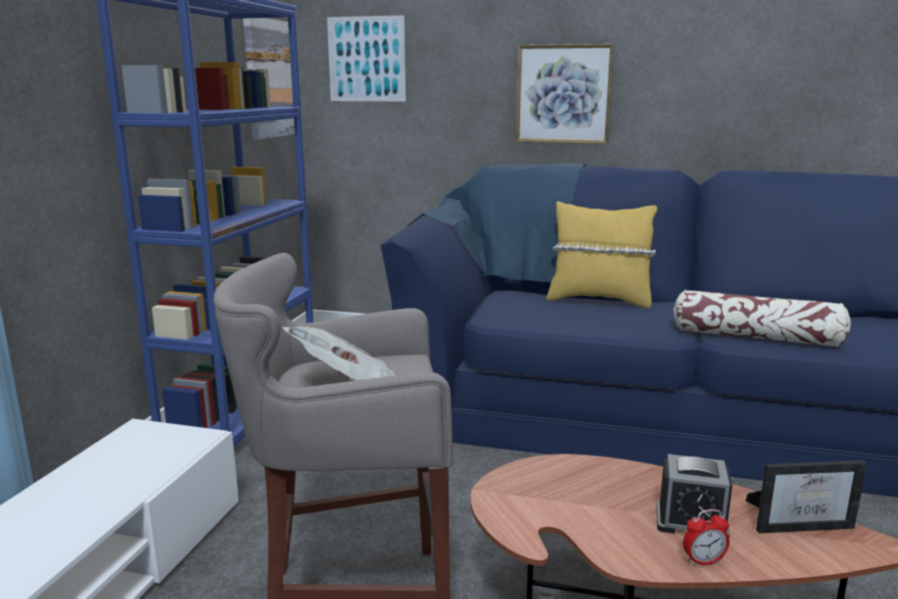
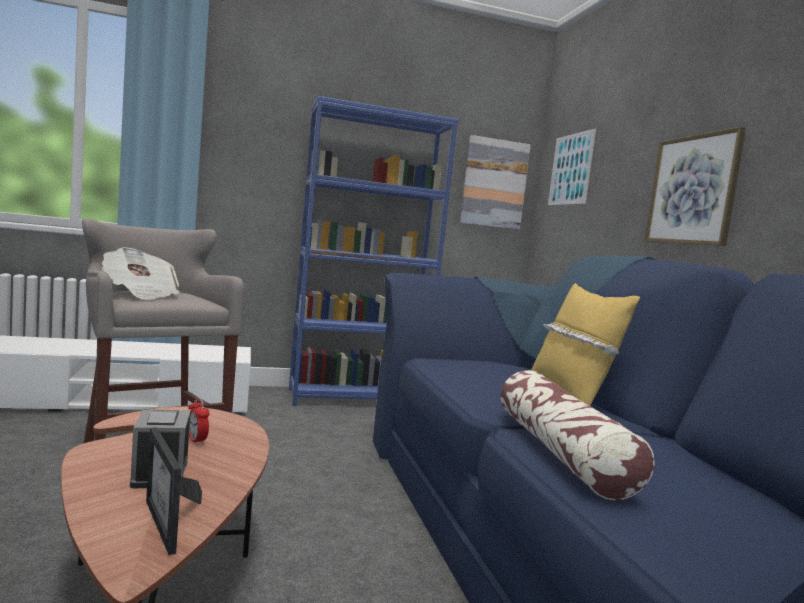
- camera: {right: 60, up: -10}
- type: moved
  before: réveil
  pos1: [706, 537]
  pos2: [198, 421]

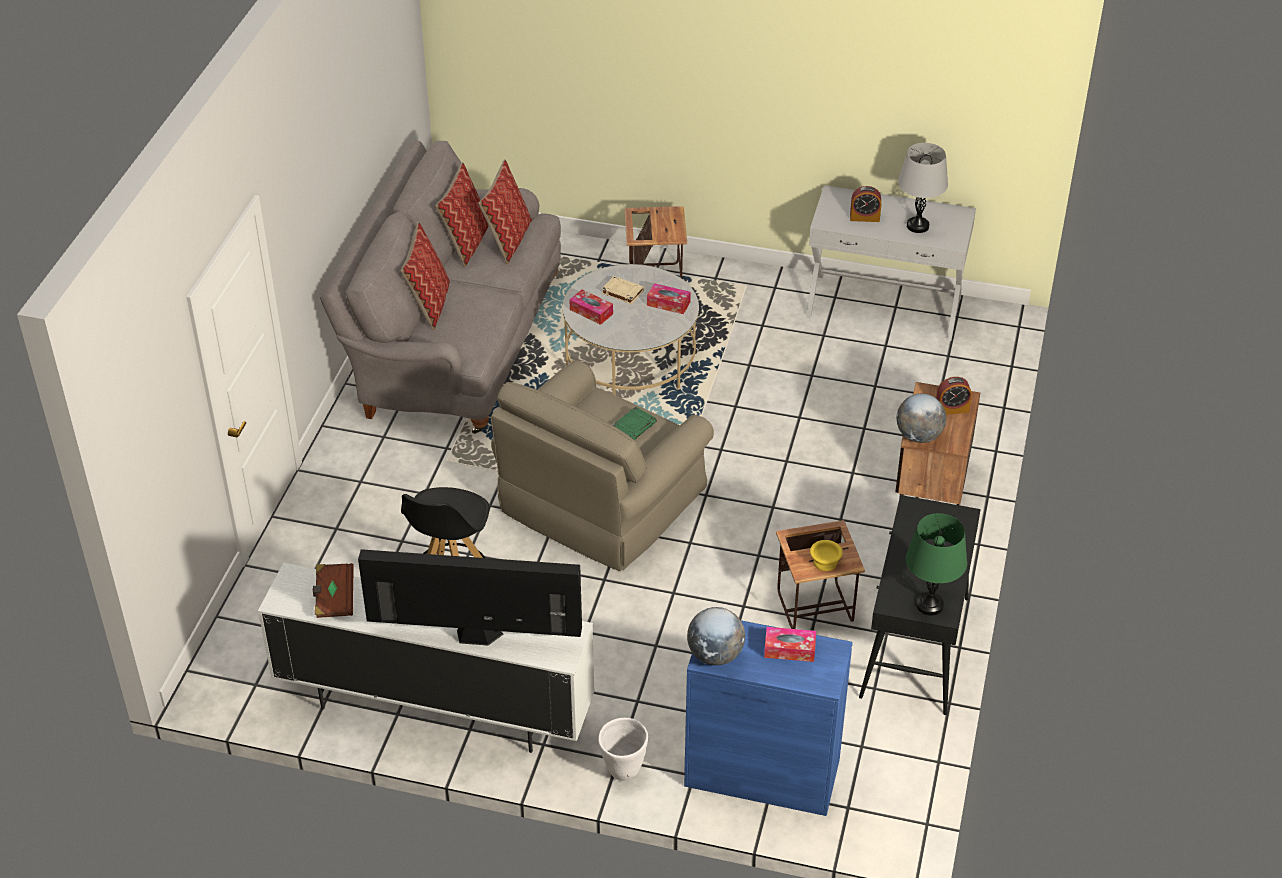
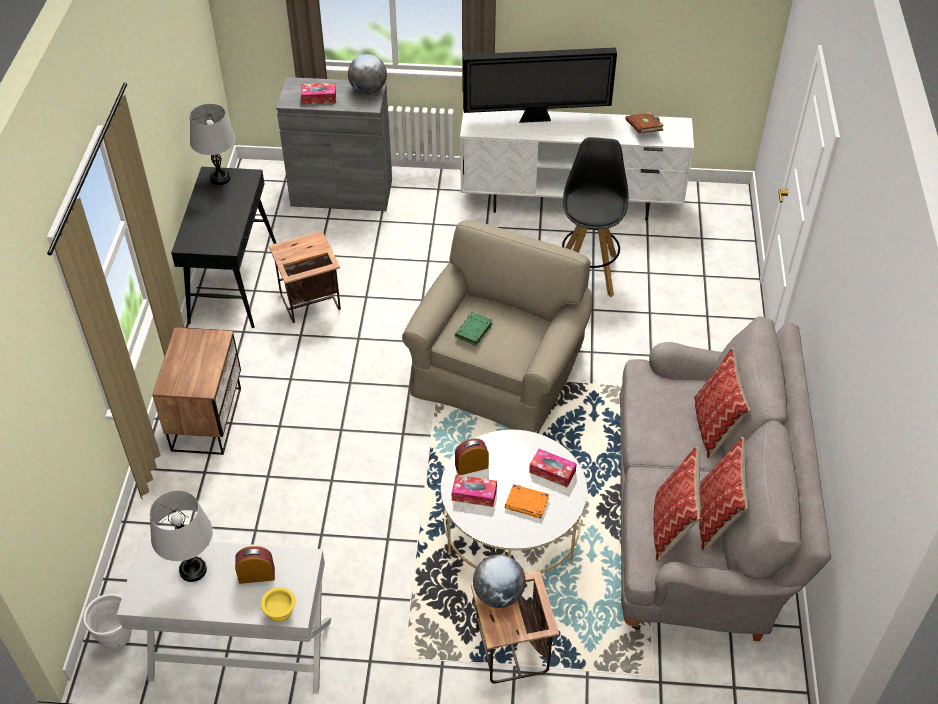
- camera: {right: 170, up: 5}
- type: moved
  before: cache-pot (blanc)
  pos1: [623, 749]
  pos2: [107, 622]
- type: recoloured
  before: lampe de table (vert)
  after: lampe de table (gris)
  pos1: [936, 564]
  pos2: [213, 144]
- type: moved
  before: bol (jaune)
  pos1: [826, 555]
  pos2: [278, 604]
- type: recoloured
  before: meuble de rangement (bleu)
  after: meuble de rangement (gris)
  pos1: [768, 718]
  pos2: [334, 144]
- type: moved
  before: réveil
  pos1: [954, 396]
  pos2: [472, 456]
- type: moved
  before: globe
  pos1: [921, 418]
  pos2: [499, 581]
- type: recoloured
  before: livre (beige)
  after: livre (orange)
  pos1: [623, 290]
  pos2: [527, 501]

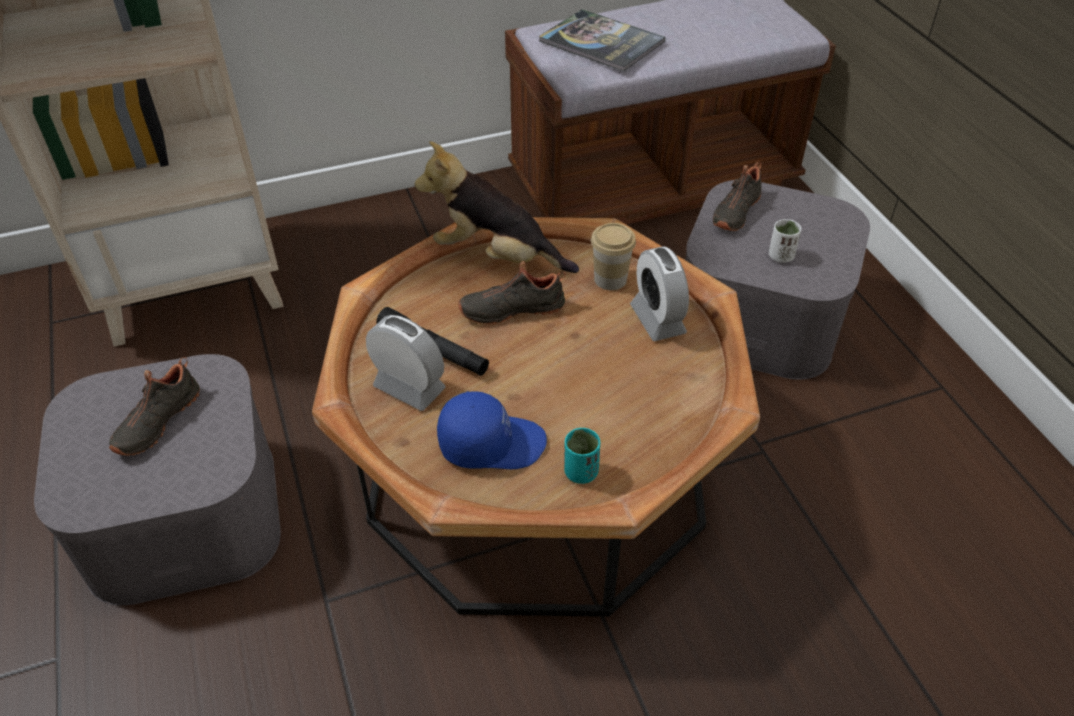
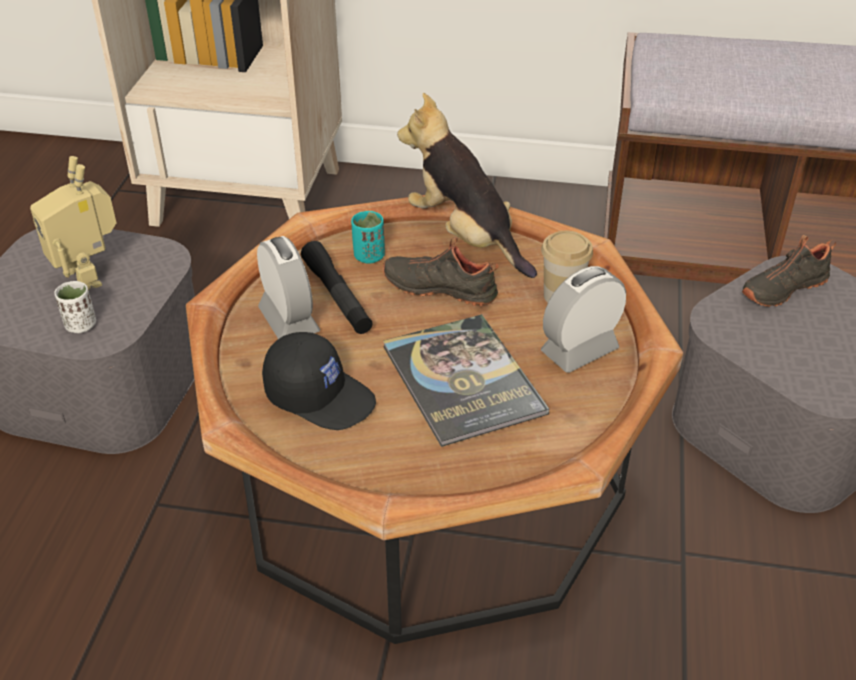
- camera: {right: 30, up: -5}
- type: replaced
  before: chaussure (noir)
  after: robot jouet
  pos1: [154, 406]
  pos2: [73, 223]
- type: moved
  before: tasse (blanc)
  pos1: [785, 241]
  pos2: [75, 307]
- type: recoloured
  before: casquette (bleu)
  after: casquette (noir)
  pos1: [492, 430]
  pos2: [319, 381]
- type: moved
  before: tasse (turquoise)
  pos1: [582, 456]
  pos2: [368, 237]
- type: moved
  before: livre
  pos1: [602, 40]
  pos2: [466, 380]
- type: turned
  before: réveil
  pos1: [659, 293]
  pos2: [583, 319]
  turn: 45

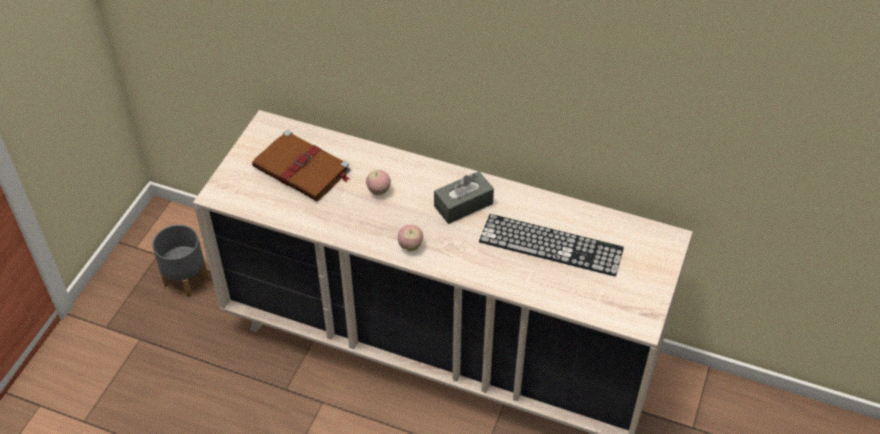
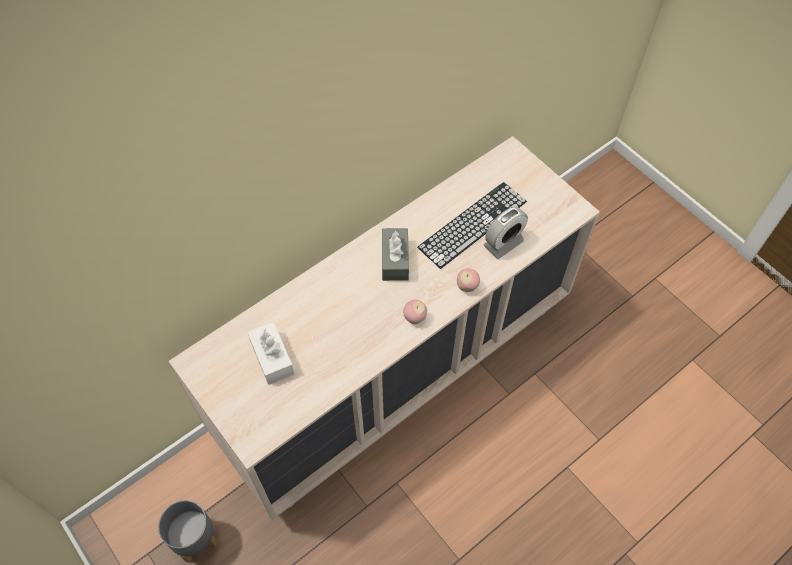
- camera: {right: -60, up: 10}
- type: replaced
  before: livre (marron)
  after: boîte à mouchoirs (blanc)
  pos1: [301, 165]
  pos2: [271, 353]
- type: moved
  before: pomme
  pos1: [378, 182]
  pos2: [468, 280]
- type: added
  after: réveil
  pos2: [506, 233]

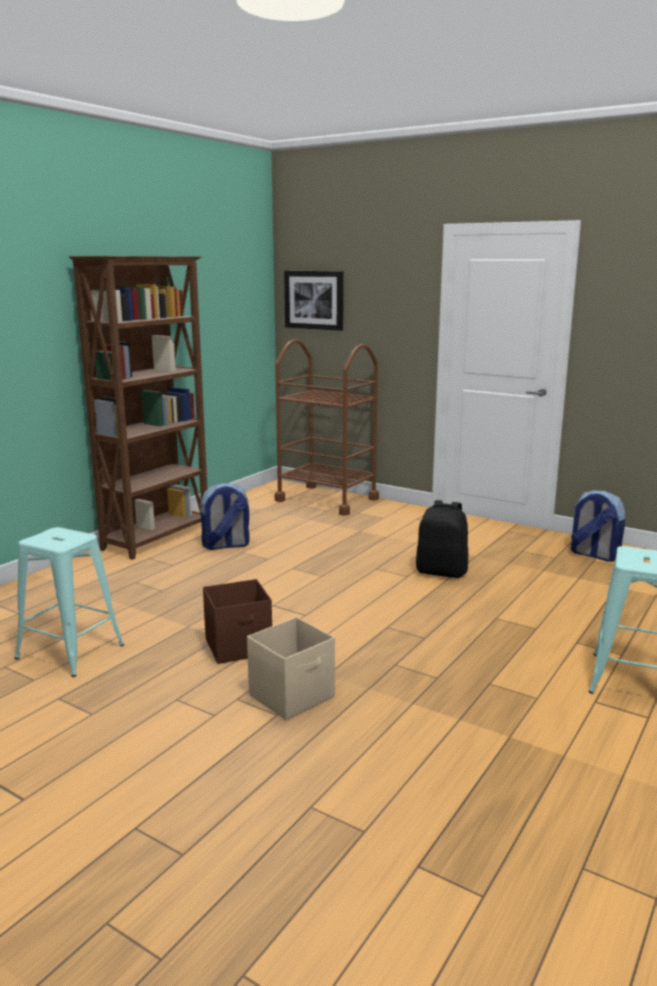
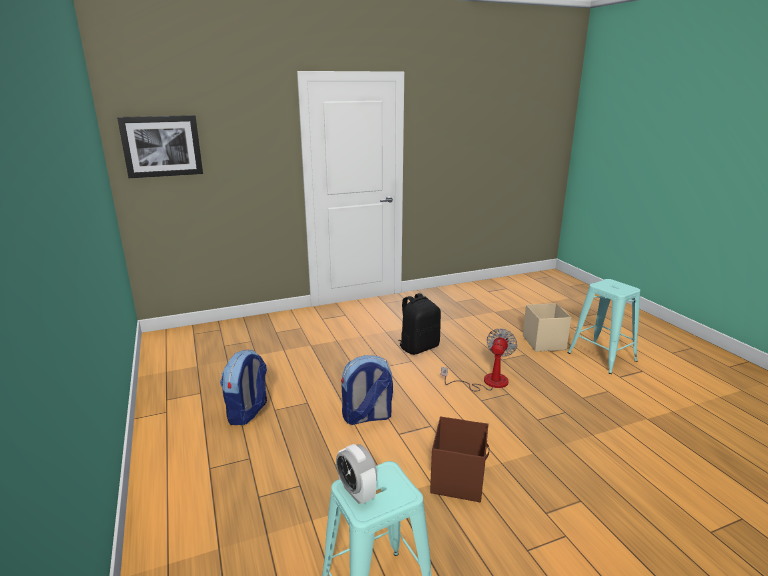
- camera: {right: -55, up: 5}
- type: added
  after: réveil
  pos2: [356, 474]
- type: moved
  before: sac à dos
  pos1: [597, 526]
  pos2: [367, 390]
- type: added
  after: ventilateur
  pos2: [479, 359]
- type: moved
  before: boîte de rangement (beige)
  pos1: [291, 668]
  pos2: [547, 327]
- type: removed
  before: bibliothèque (marron)
  pos1: [138, 408]
- type: removed
  before: chariot (marron)
  pos1: [327, 427]

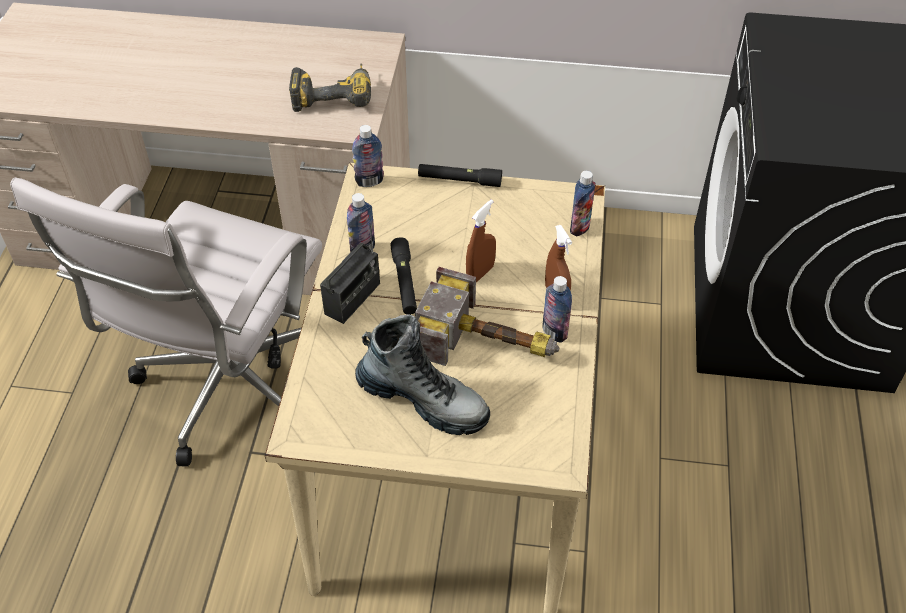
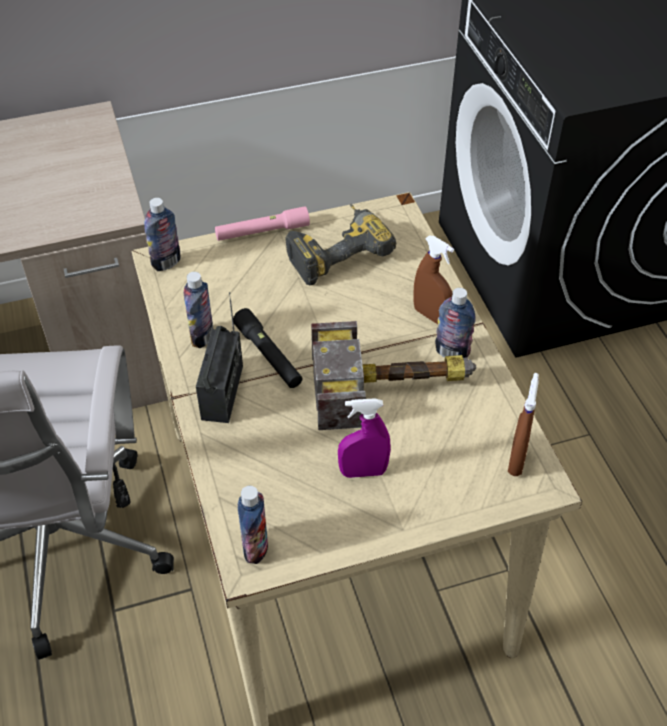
- camera: {right: -25, up: 0}
- type: recoloured
  before: lampe de poche (noir)
  after: lampe de poche (rose)
  pos1: [460, 175]
  pos2: [262, 223]
- type: moved
  before: bouteille
  pos1: [583, 203]
  pos2: [253, 525]
- type: moved
  before: perceuse
  pos1: [330, 87]
  pos2: [340, 244]
- type: replaced
  before: botte
  after: vaporisateur (violet)
  pos1: [422, 374]
  pos2: [364, 438]
- type: moved
  before: vaporisateur (marron)
  pos1: [481, 240]
  pos2: [523, 424]

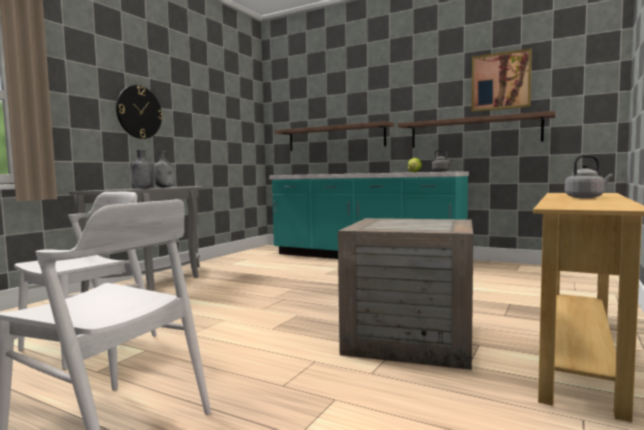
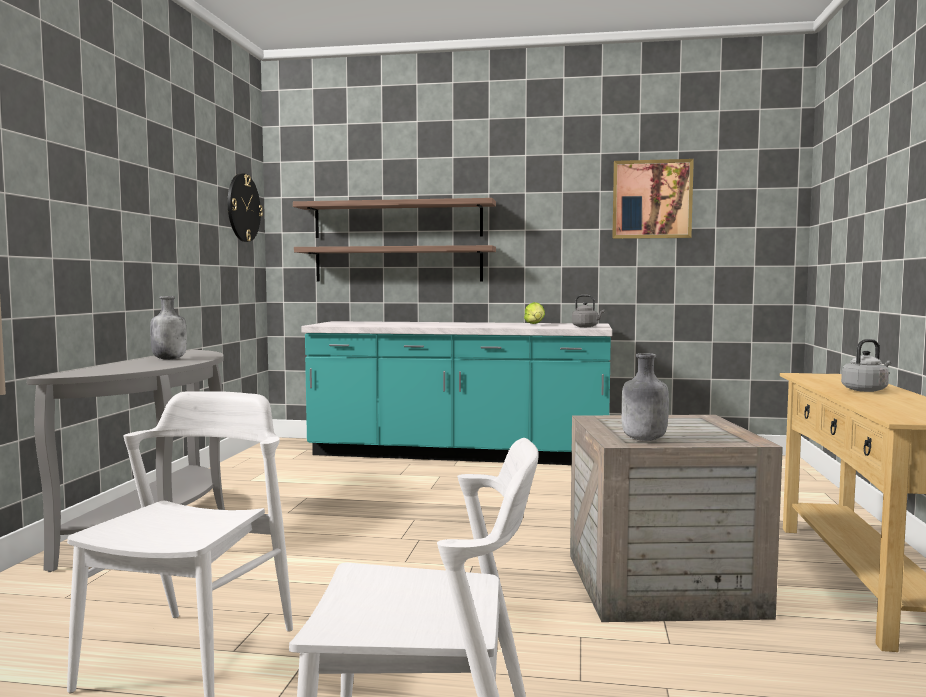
- camera: {right: -20, up: 0}
- type: moved
  before: horloge murale
  pos1: [139, 112]
  pos2: [245, 207]
- type: moved
  before: étagère
  pos1: [477, 129]
  pos2: [394, 218]
- type: moved
  before: bouteille (gris)
  pos1: [142, 169]
  pos2: [645, 397]

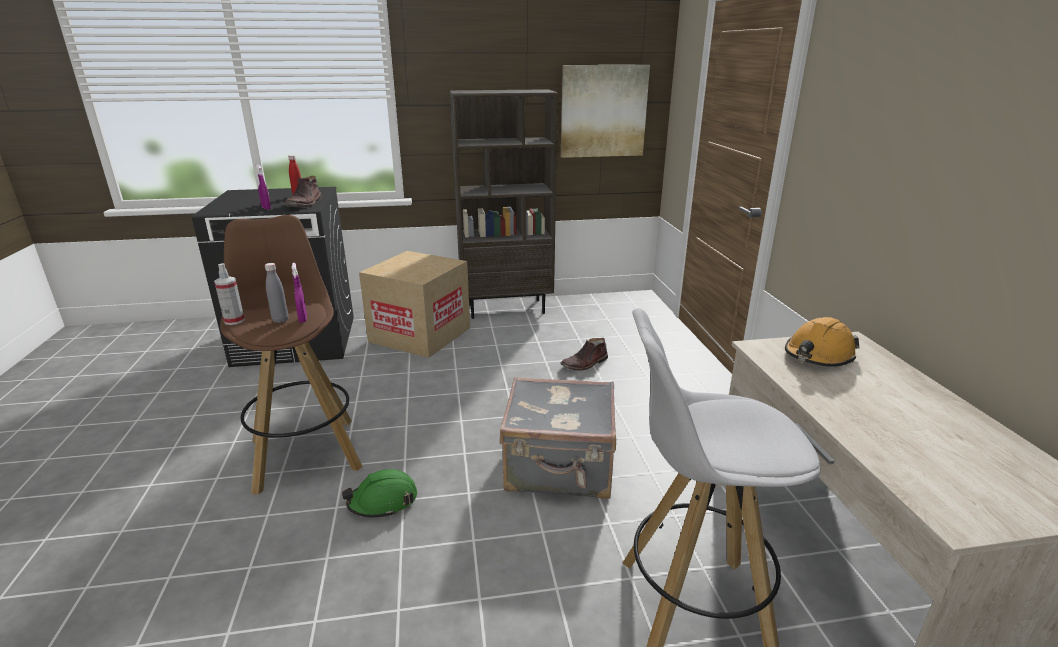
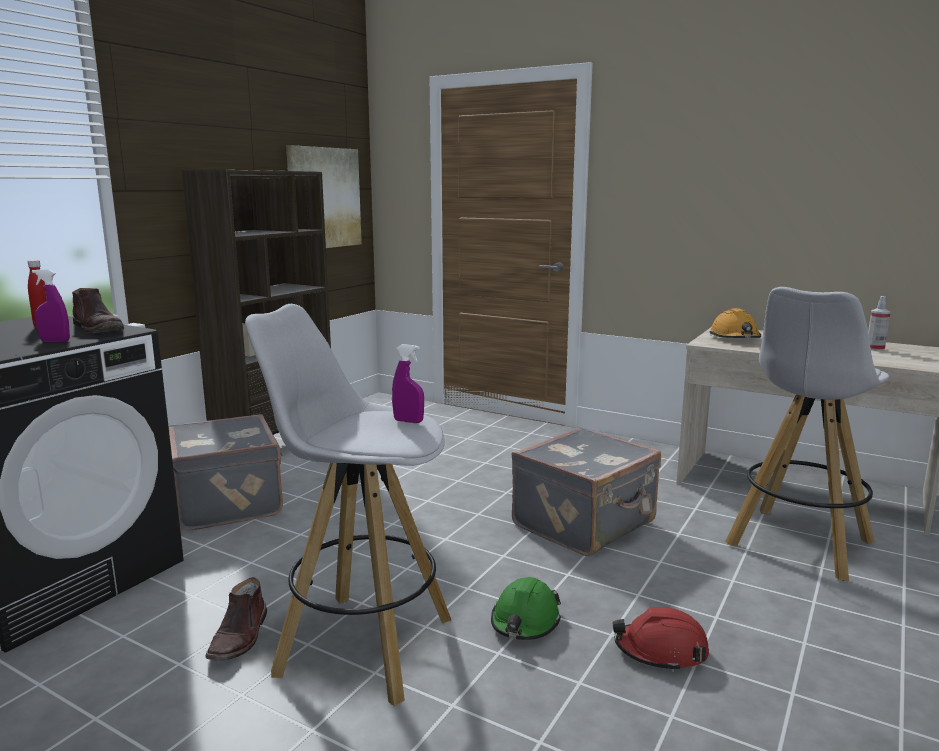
- camera: {right: -50, up: -10}
- type: replaced
  before: carton
  after: valise (gris)
  pos1: [414, 304]
  pos2: [225, 472]
- type: moved
  before: botte (marron)
  pos1: [584, 354]
  pos2: [236, 619]
- type: recoloured
  before: tabouret (marron)
  after: tabouret (blanc)
  pos1: [291, 355]
  pos2: [348, 505]
- type: added
  after: casque de chantier (rouge)
  pos2: [660, 639]
- type: moved
  before: vaporisateur
  pos1: [229, 294]
  pos2: [879, 323]
- type: removed
  before: bouteille (gris)
  pos1: [277, 293]

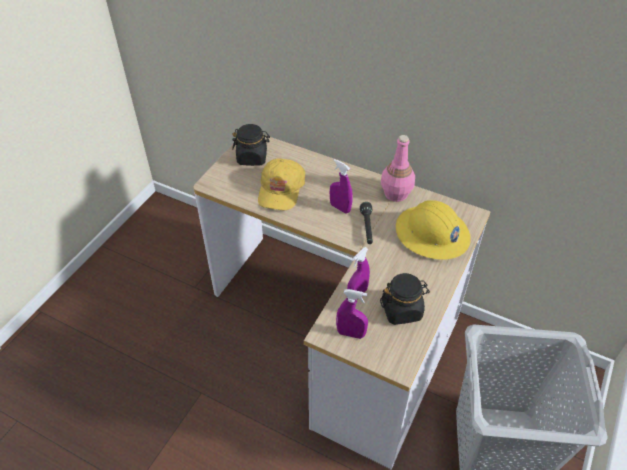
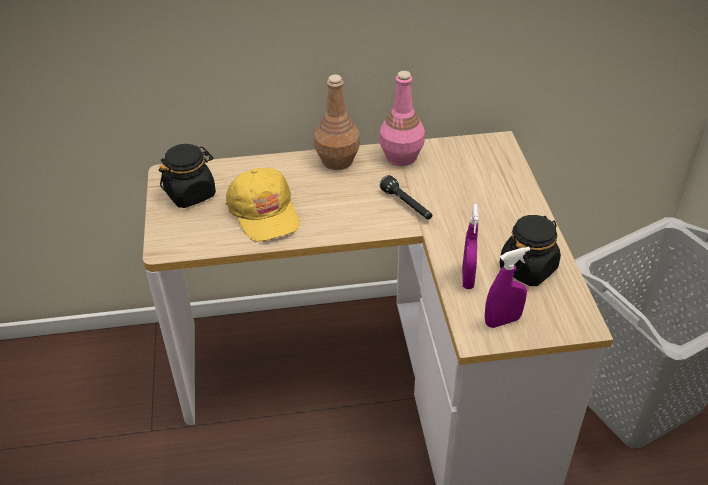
- camera: {right: -35, up: -5}
- type: added
  after: bouteille (marron)
  pos2: [337, 122]
- type: removed
  before: vaporisateur (violet)
  pos1: [341, 186]
- type: removed
  before: casque de chantier (jaune)
  pos1: [433, 230]

